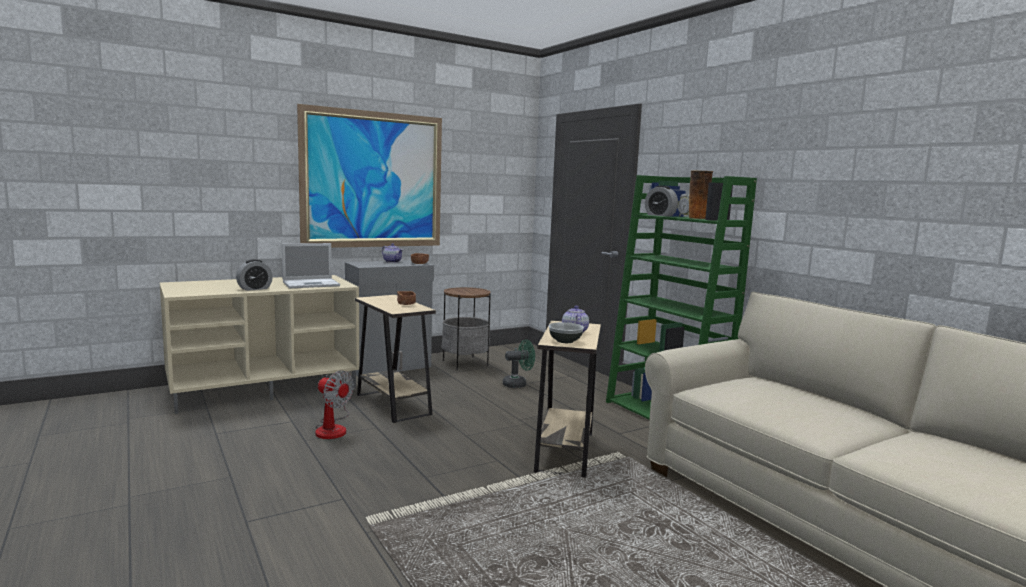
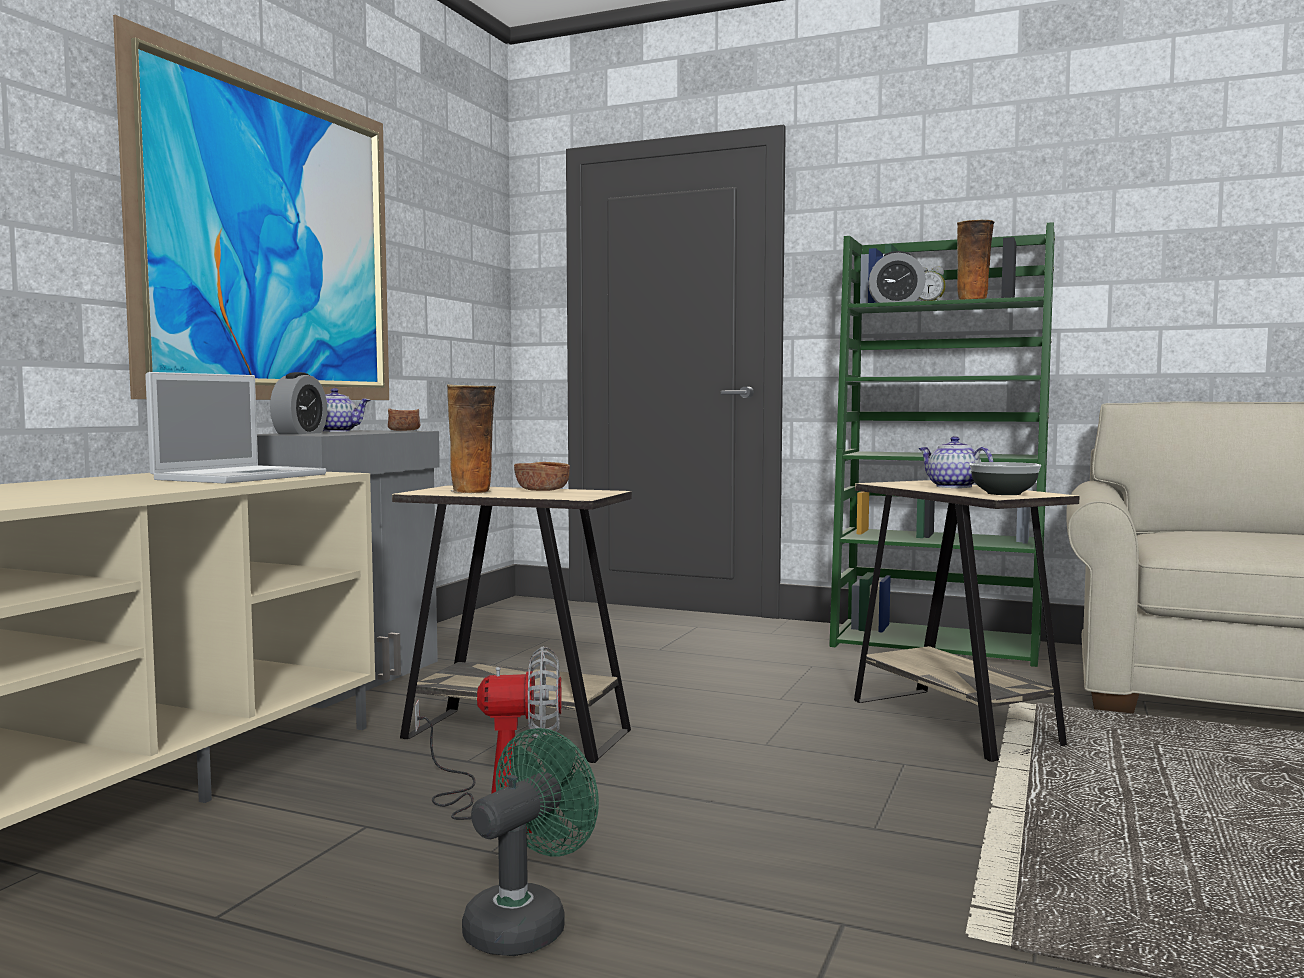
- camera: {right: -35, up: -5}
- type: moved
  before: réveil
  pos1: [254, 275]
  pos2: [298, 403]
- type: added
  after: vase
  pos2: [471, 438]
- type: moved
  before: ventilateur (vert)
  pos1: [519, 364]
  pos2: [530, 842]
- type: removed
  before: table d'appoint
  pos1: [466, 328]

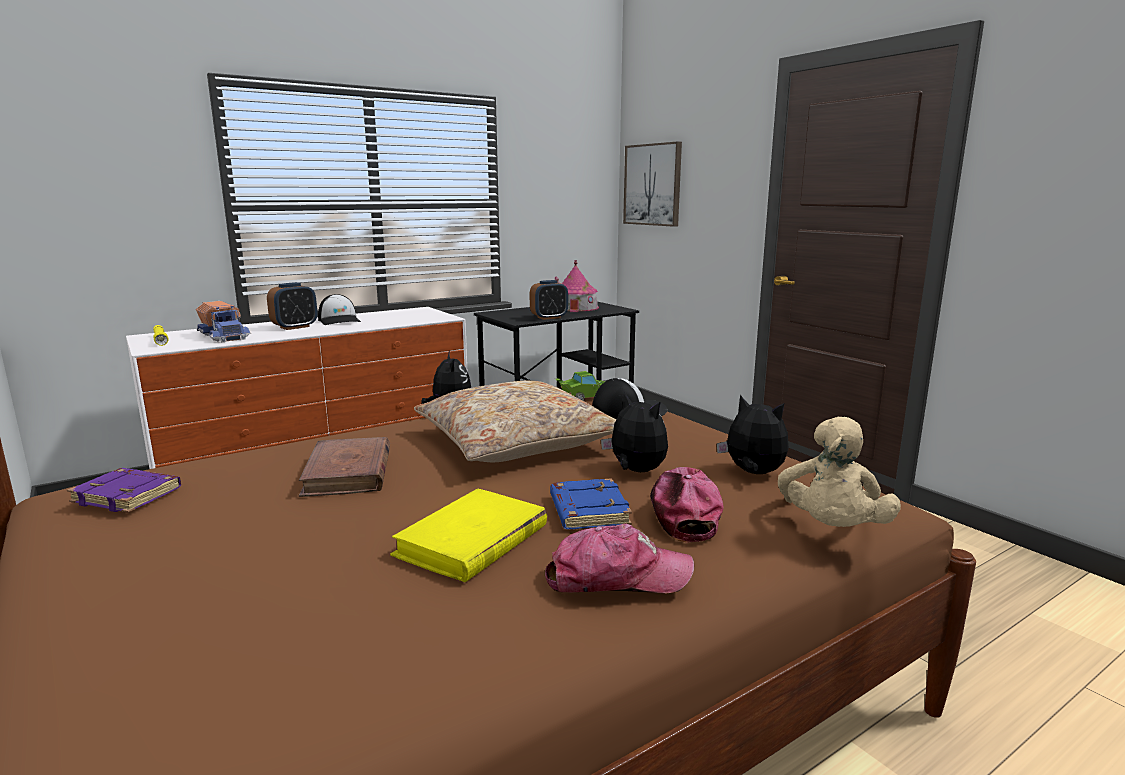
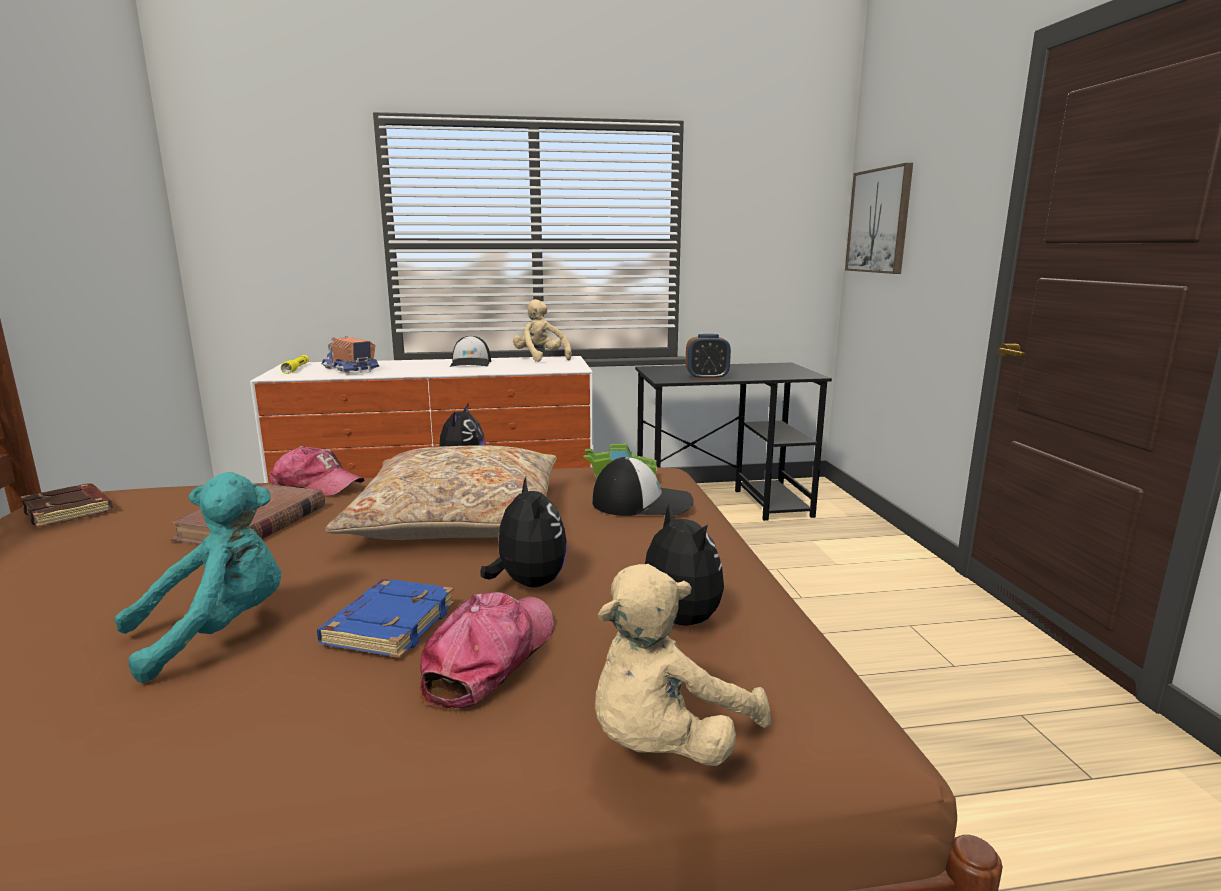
- camera: {right: 25, up: 0}
- type: recoloured
  before: livre (violet)
  after: livre (marron)
  pos1: [124, 490]
  pos2: [67, 505]
- type: replaced
  before: livre (jaune)
  after: peluche (turquoise)
  pos1: [468, 535]
  pos2: [197, 577]
- type: moved
  before: casquette
  pos1: [619, 559]
  pos2: [317, 471]
- type: turned
  before: camion jouet
  pos1: [223, 321]
  pos2: [350, 354]
  turn: 150
- type: added
  after: peluche (beige)
  pos2: [542, 330]
- type: removed
  before: réveil
  pos1: [292, 306]
- type: removed
  before: maison miniature
  pos1: [577, 286]

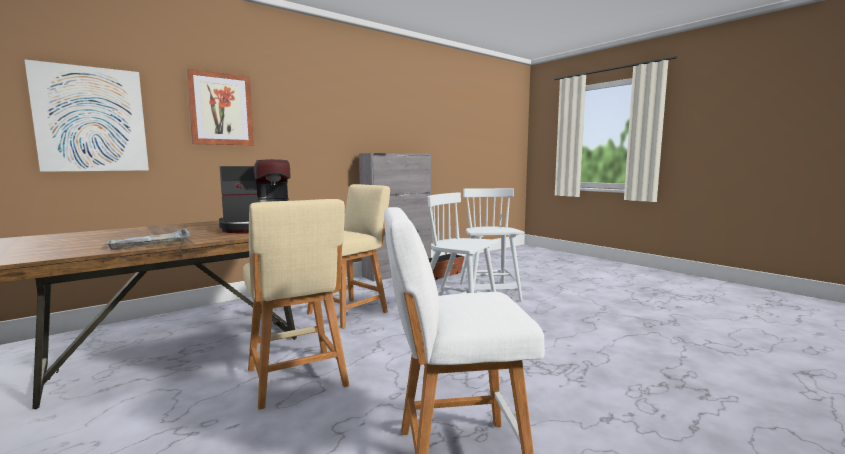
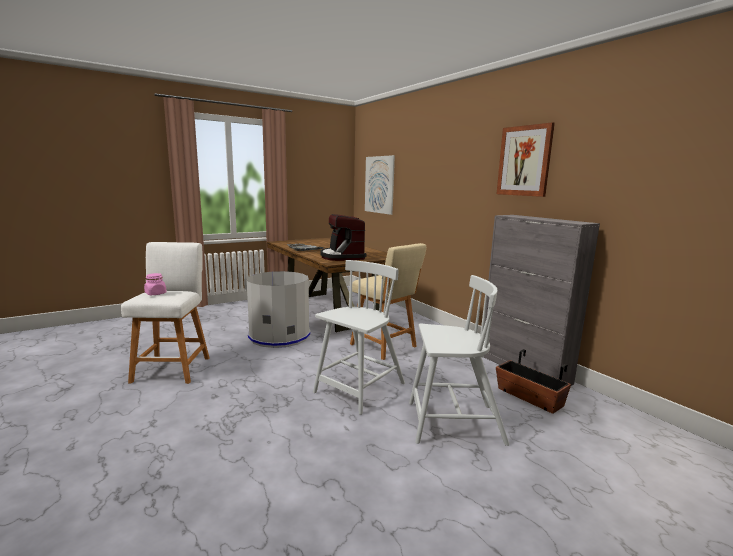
- camera: {right: 95, up: 5}
- type: added
  after: bocal (rose)
  pos2: [155, 284]
- type: replaced
  before: tabouret (beige)
  after: poubelle (gris)
  pos1: [296, 304]
  pos2: [279, 309]
- type: moved
  before: tableau
  pos1: [220, 107]
  pos2: [525, 160]

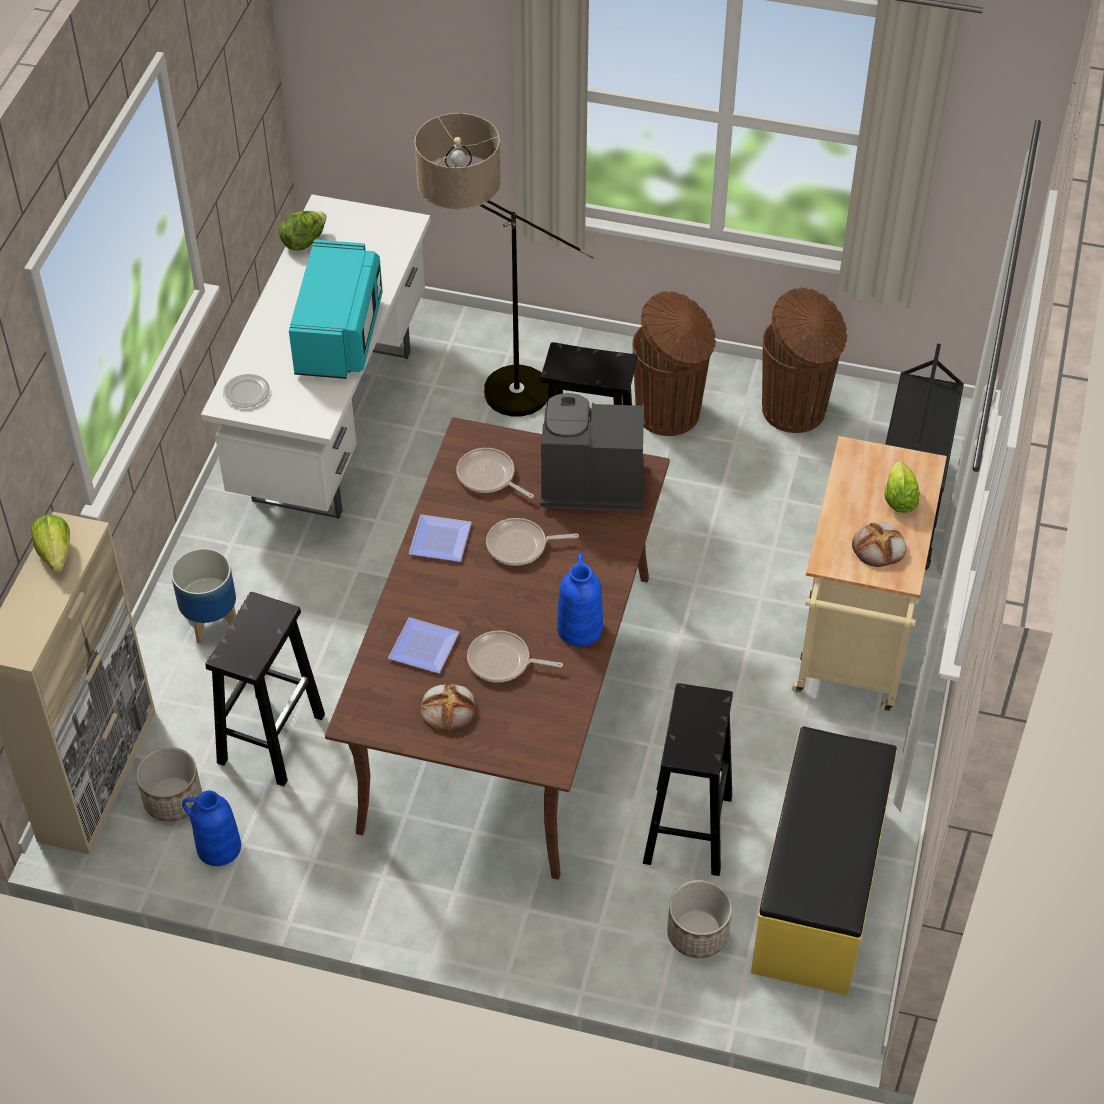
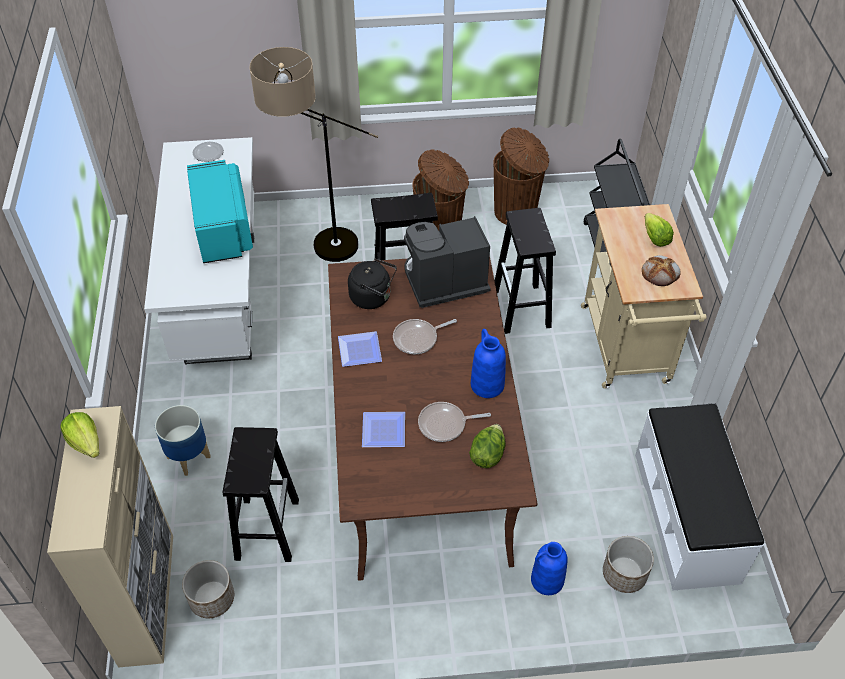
- camera: {right: -20, up: 0}
- type: moved
  before: assiette
  pos1: [246, 391]
  pos2: [208, 152]
- type: replaced
  before: poêle
  after: bouilloire (noir)
  pos1: [495, 473]
  pos2: [372, 283]
- type: moved
  before: laitue
  pos1: [302, 231]
  pos2: [487, 446]
- type: moved
  before: tabouret (noir)
  pos1: [688, 779]
  pos2: [525, 271]
- type: moved
  before: vase (bleu)
  pos1: [211, 828]
  pos2: [549, 568]
- type: recoloured
  before: banc (jaune)
  after: banc (blanc)
  pos1: [824, 861]
  pos2: [699, 497]
- type: removed
  before: pain
  pos1: [448, 708]

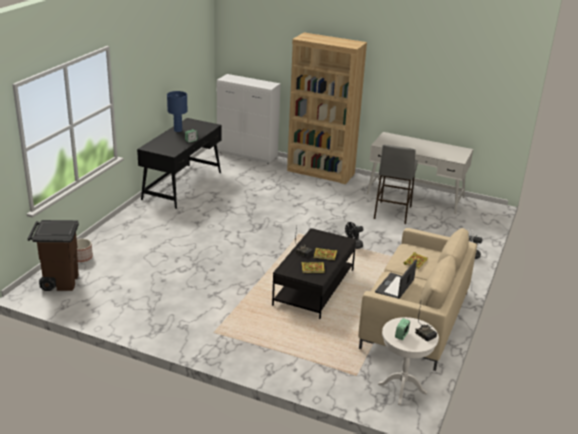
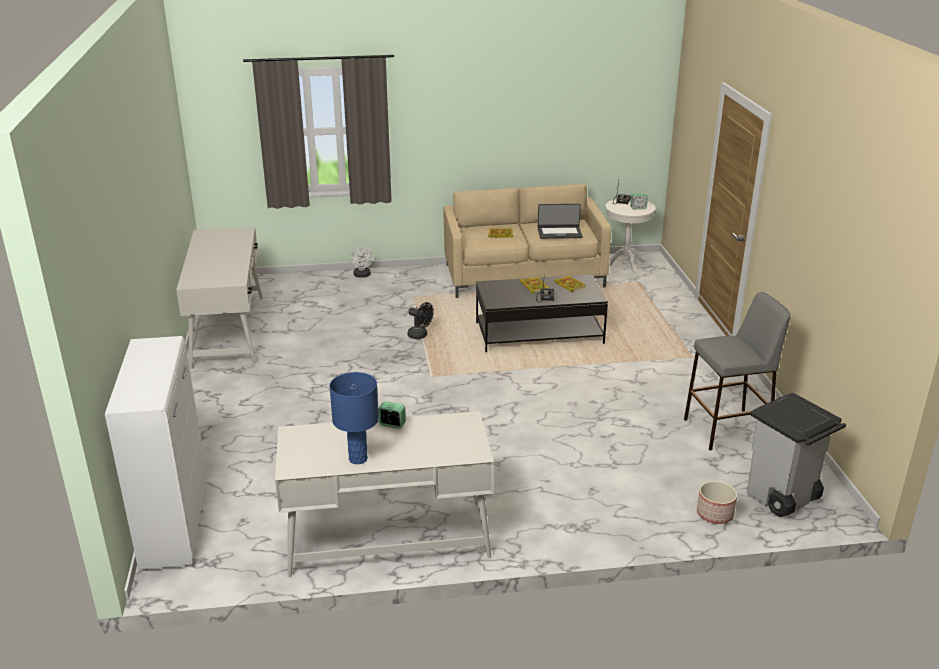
- camera: {right: -120, up: 0}
- type: recoloured
  before: bureau (noir)
  after: bureau (blanc)
  pos1: [179, 163]
  pos2: [384, 494]
- type: moved
  before: tabouret (gris)
  pos1: [396, 184]
  pos2: [737, 371]
- type: recoloured
  before: poubelle (marron)
  after: poubelle (gris)
  pos1: [53, 255]
  pos2: [796, 455]
- type: removed
  before: bibliothèque (marron)
  pos1: [327, 108]

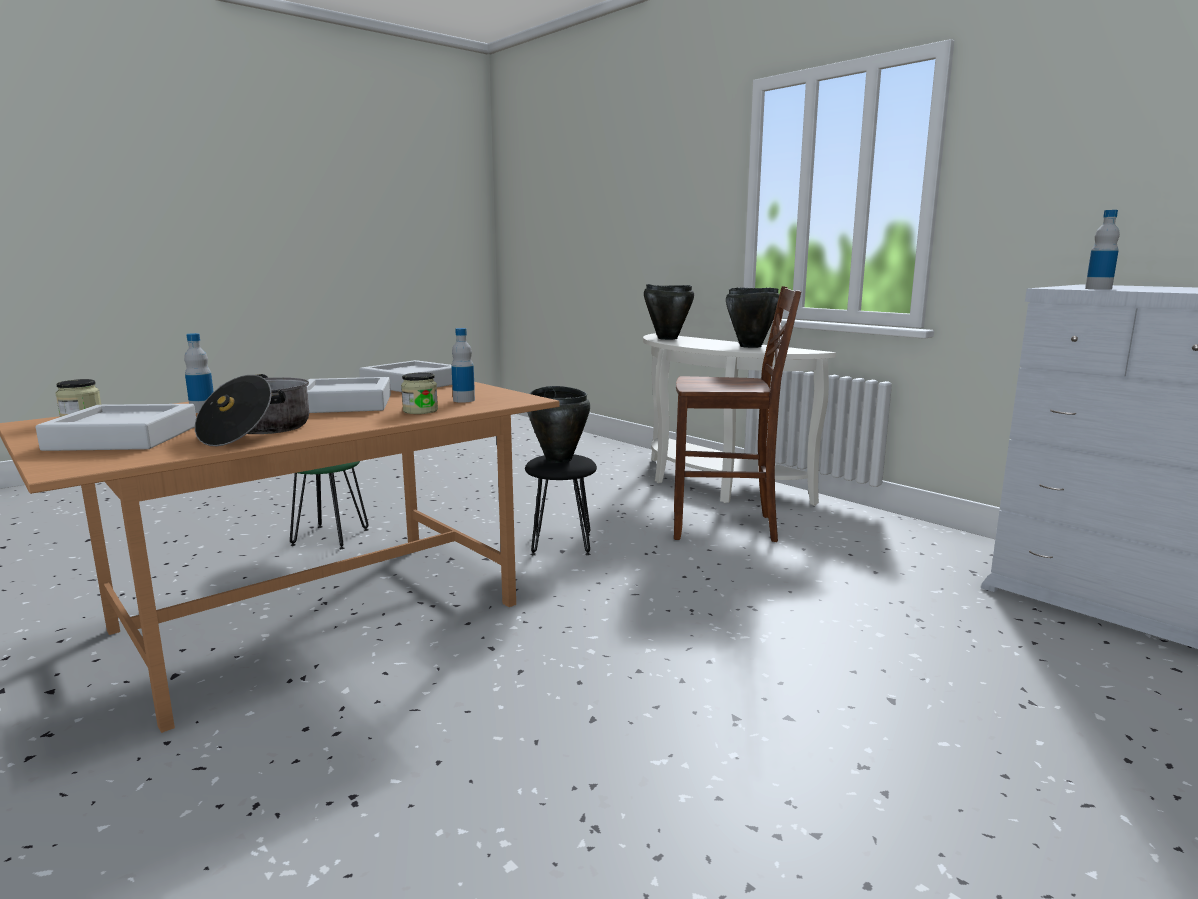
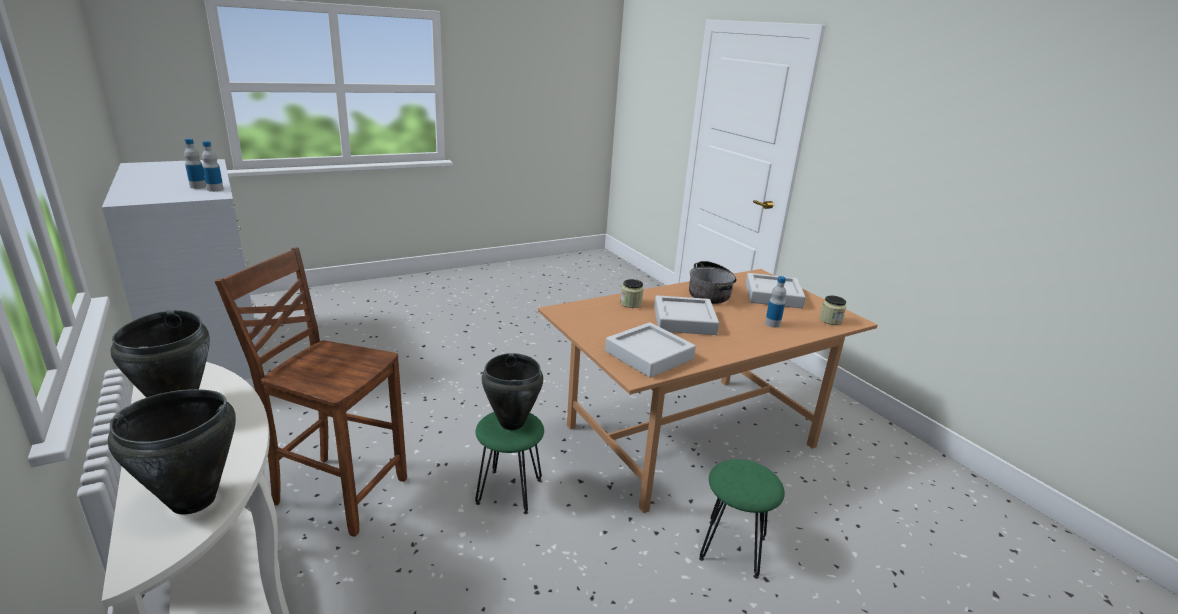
- camera: {right: -170, up: 10}
- type: moved
  before: bouteille
  pos1: [463, 365]
  pos2: [195, 164]
- type: recoloured
  before: tabouret (noir)
  after: tabouret (vert)
  pos1: [561, 504]
  pos2: [509, 463]

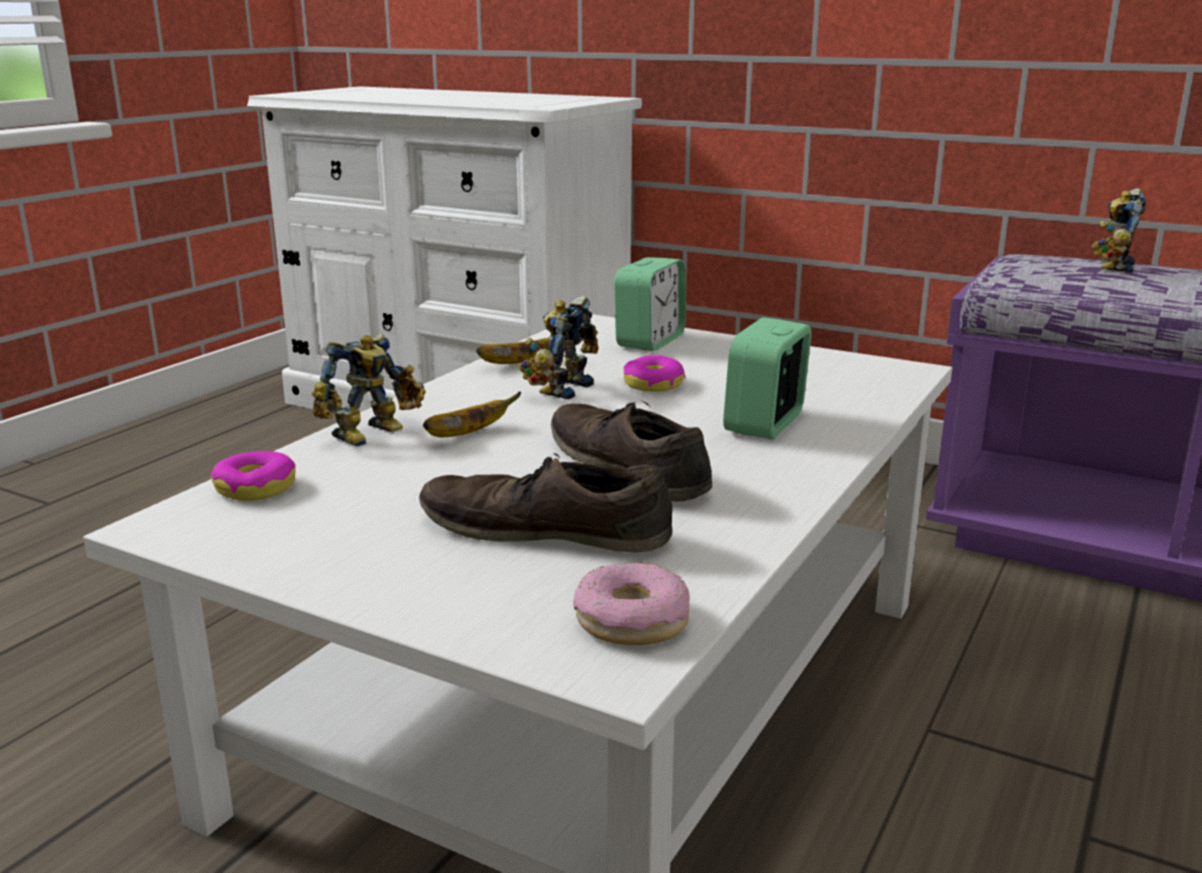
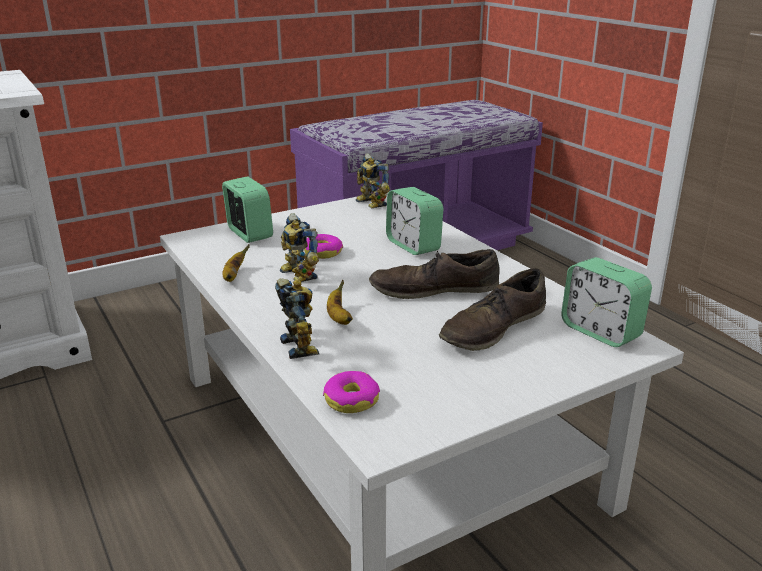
- camera: {right: -60, up: 5}
- type: moved
  before: robot jouet
  pos1: [1118, 231]
  pos2: [373, 180]
- type: replaced
  before: beignet
  after: réveil
  pos1: [631, 604]
  pos2: [606, 302]

